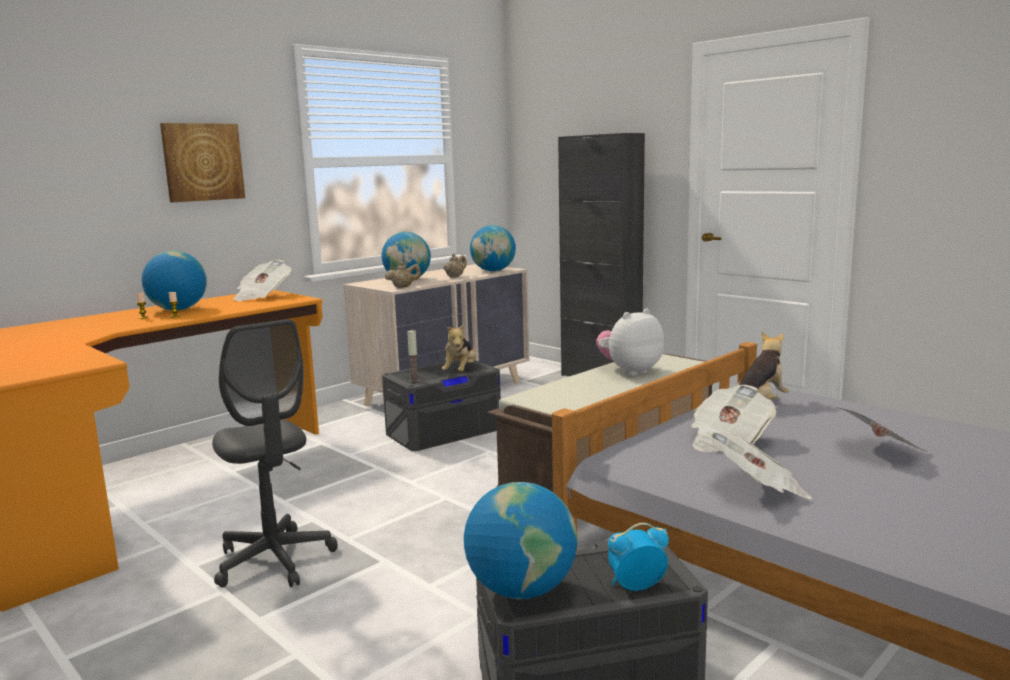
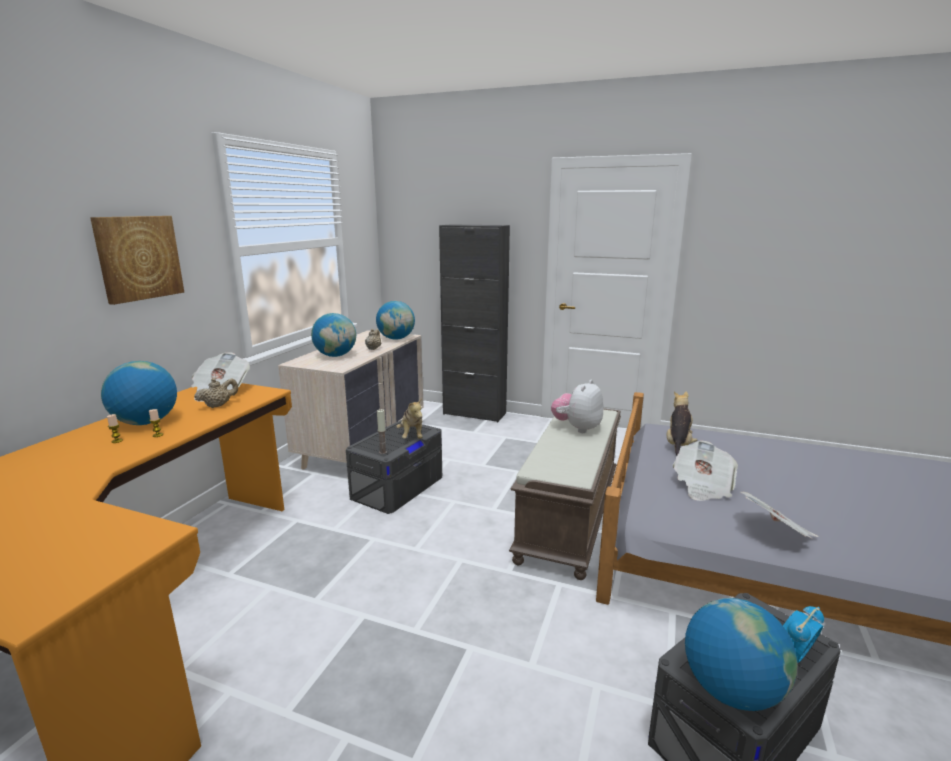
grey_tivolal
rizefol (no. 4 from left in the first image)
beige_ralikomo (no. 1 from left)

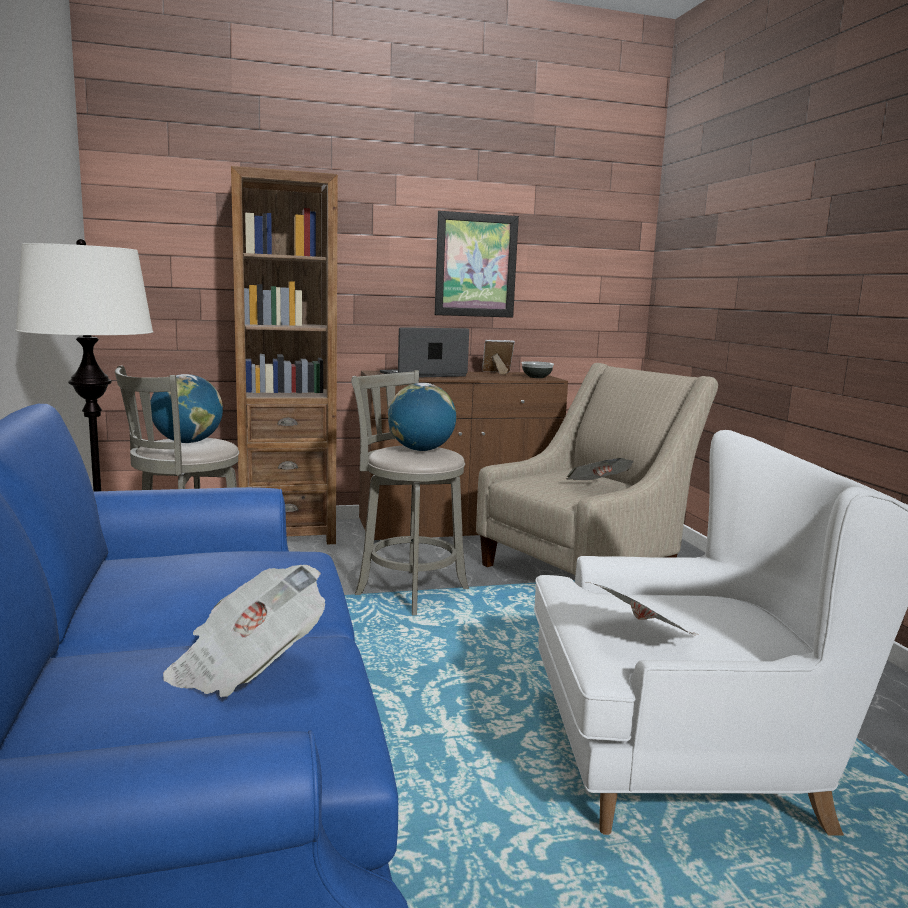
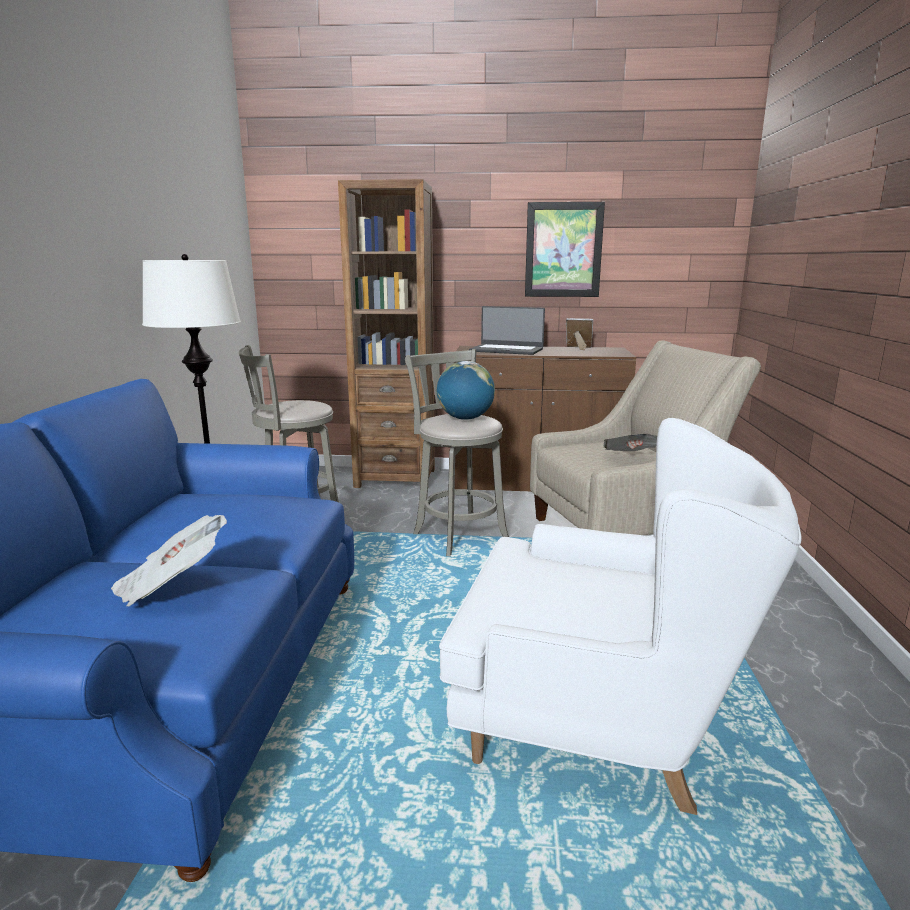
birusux (no. 1 from left in the first image)
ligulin
rizefol (no. 3 from left in the first image)
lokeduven

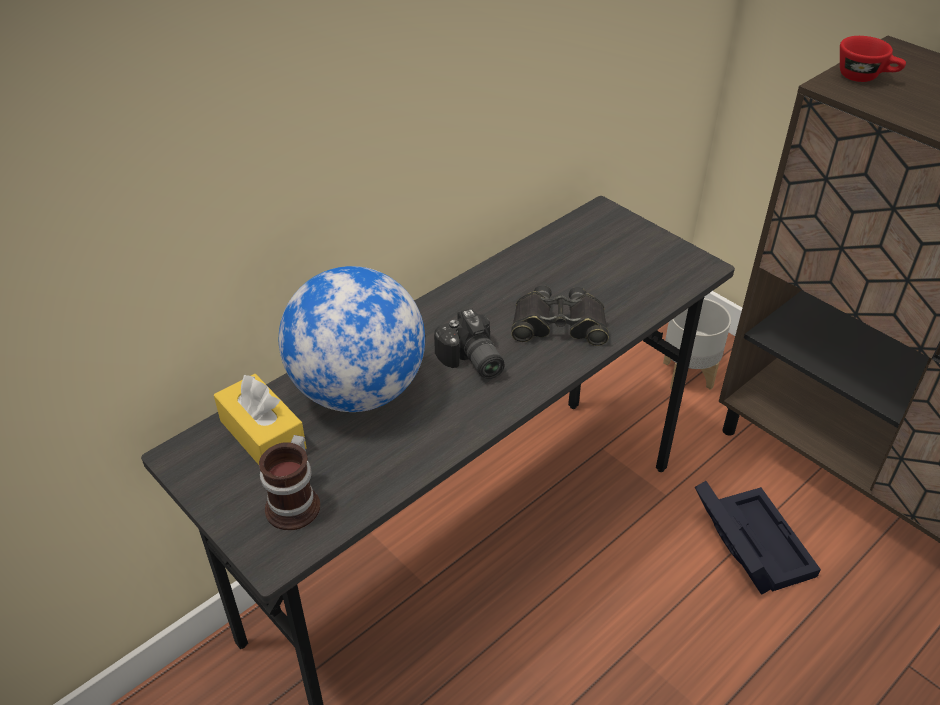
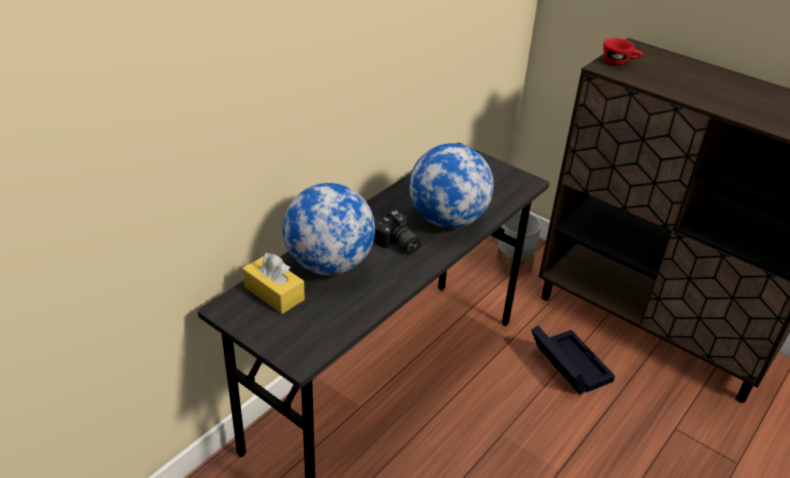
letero
birusux (no. 2 from left)

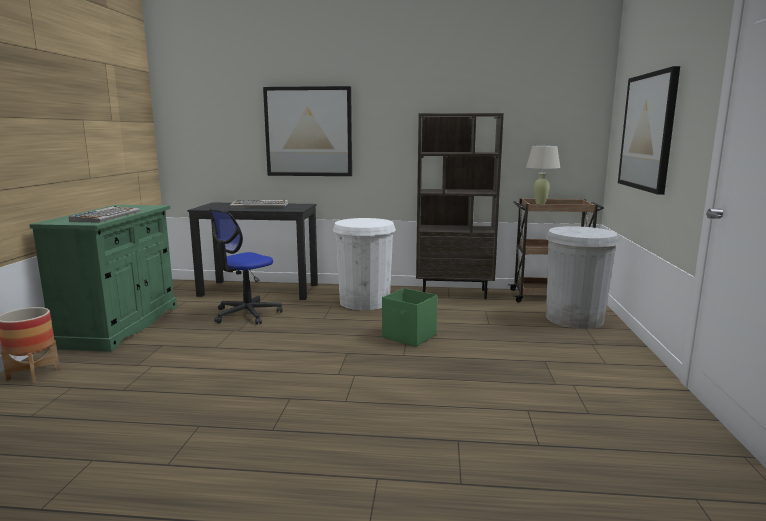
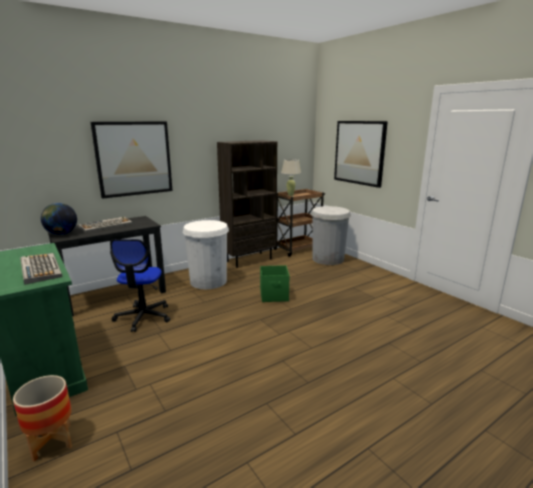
birusux

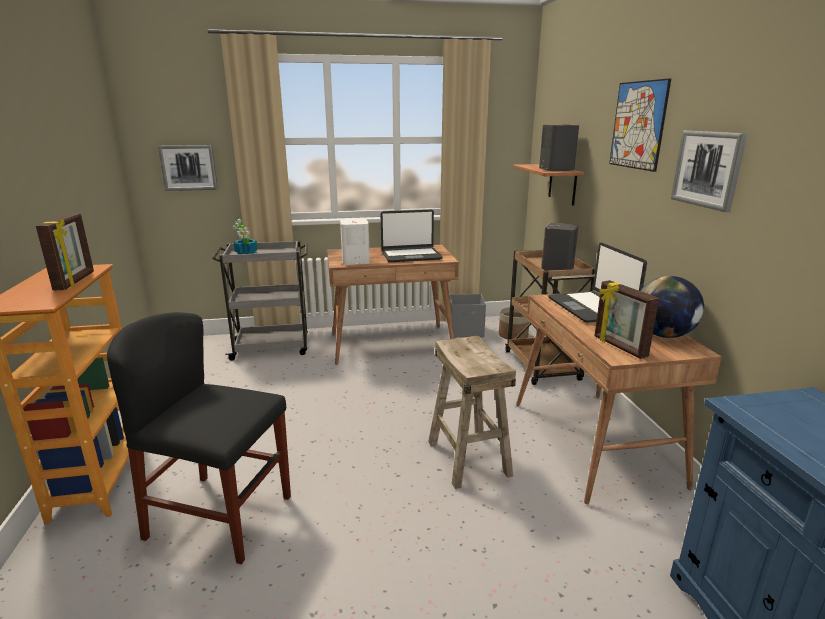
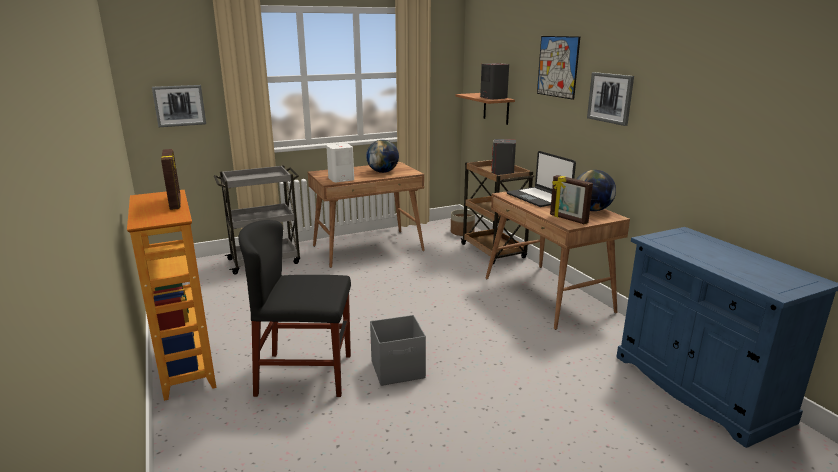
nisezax
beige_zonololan
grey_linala
birusux (no. 1 from left)

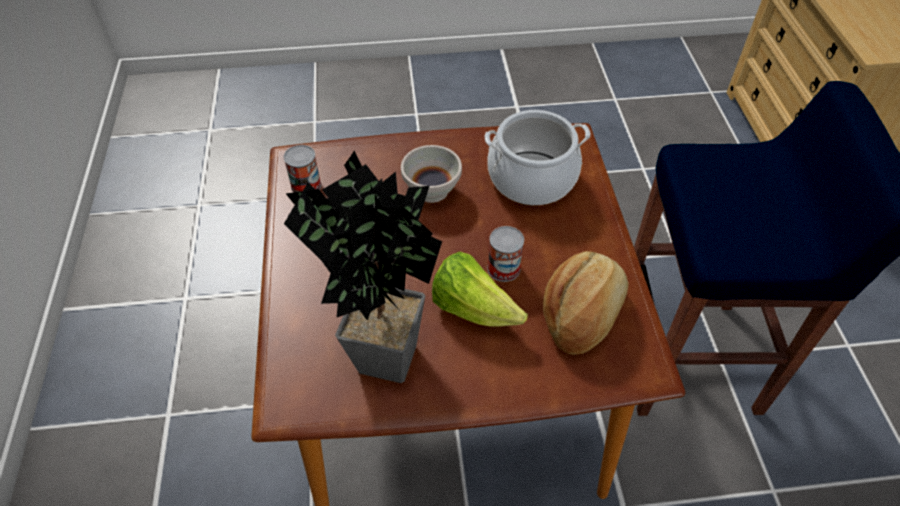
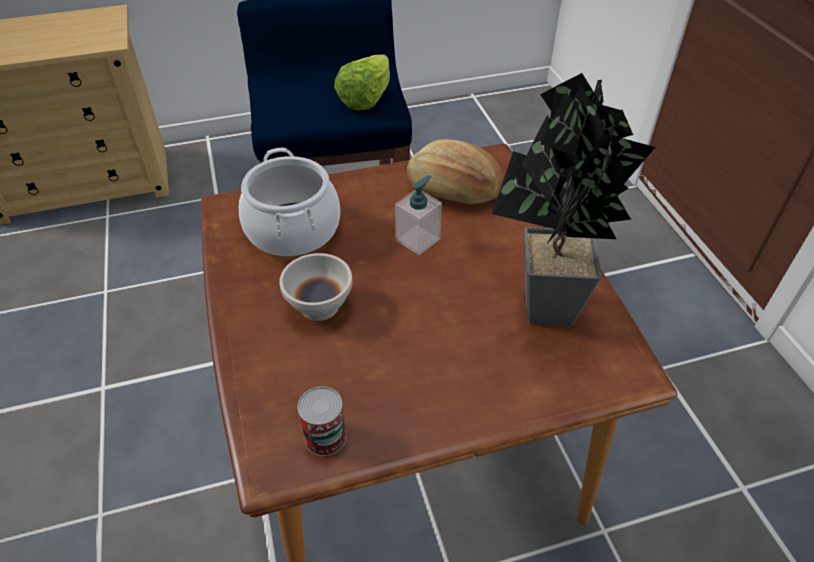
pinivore
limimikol

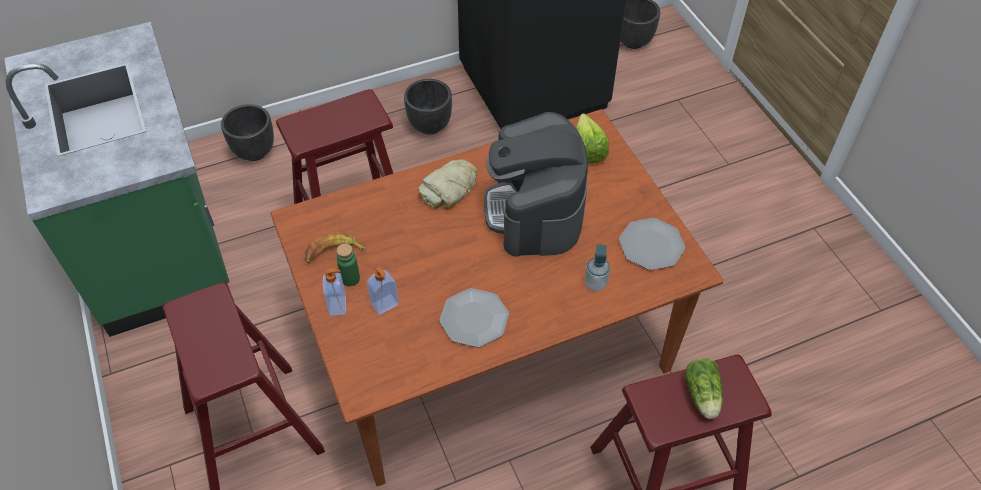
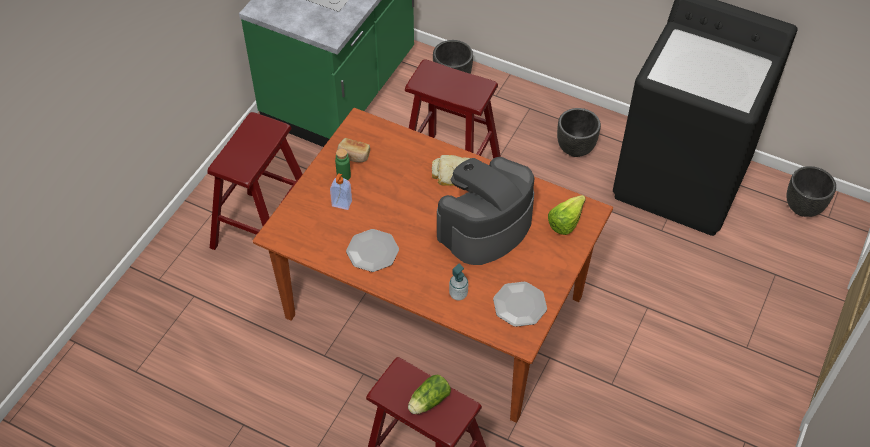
limimikol (no. 1 from left in the first image)
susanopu (no. 1 from left)

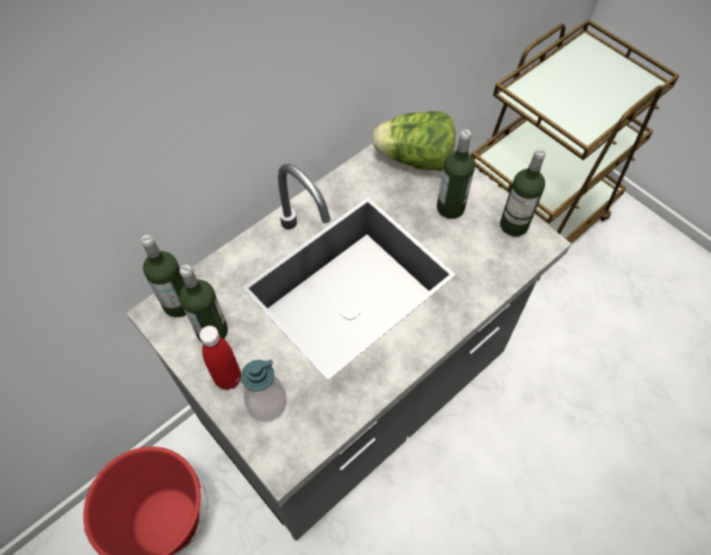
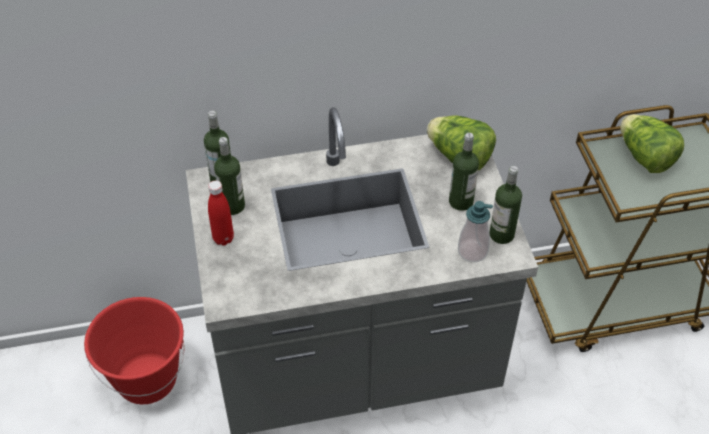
pinivore (no. 2 from left)
limimikol

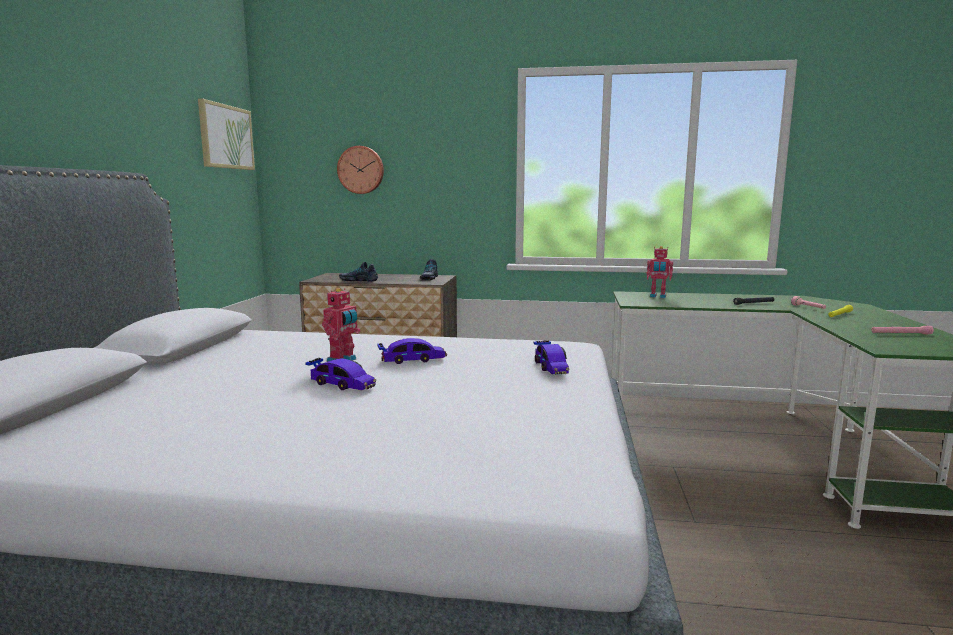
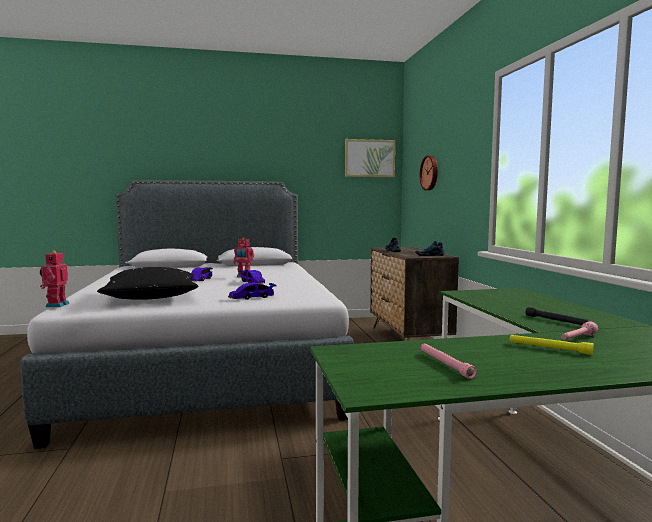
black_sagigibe
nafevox (no. 1 from left)

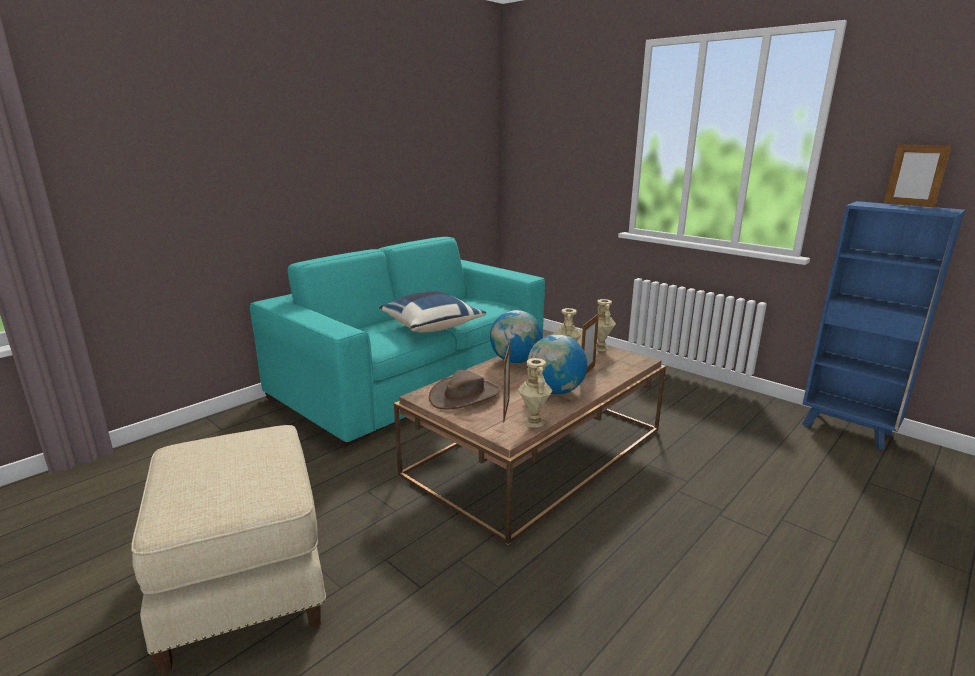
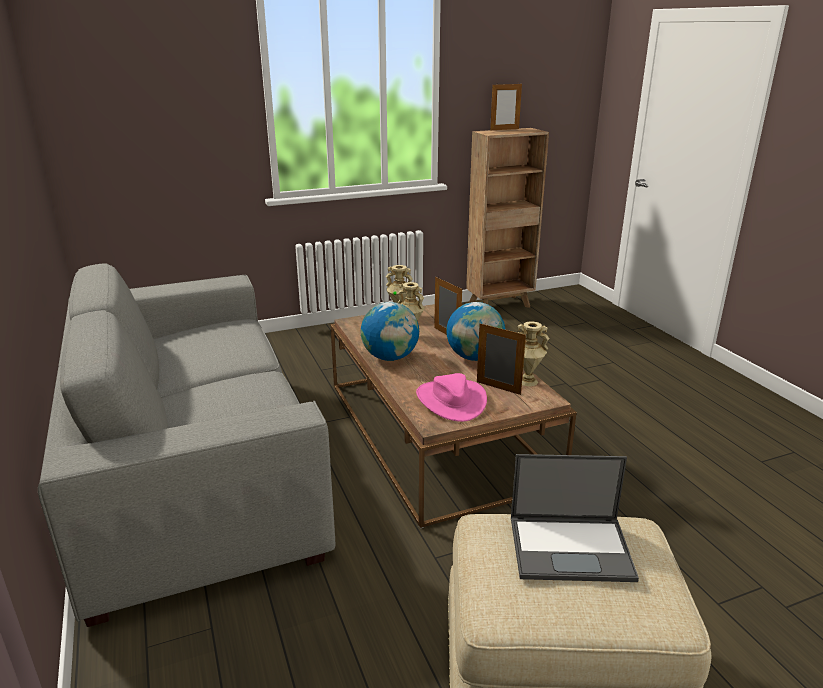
blue_sagigibe
lokeduven
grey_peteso
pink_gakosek
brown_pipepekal

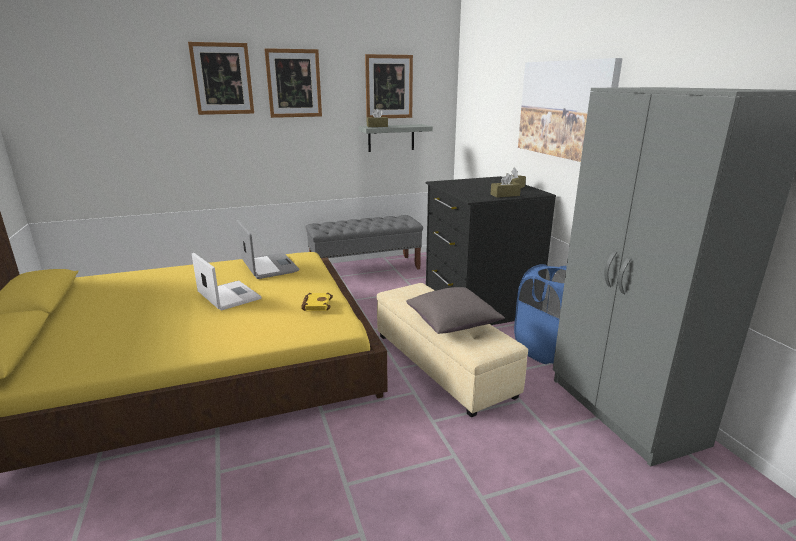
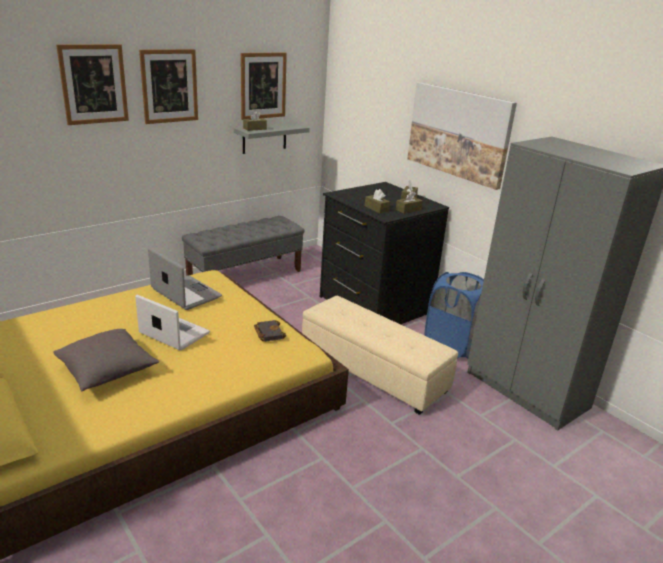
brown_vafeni (no. 2 from left)
grey_sagigibe
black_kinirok

